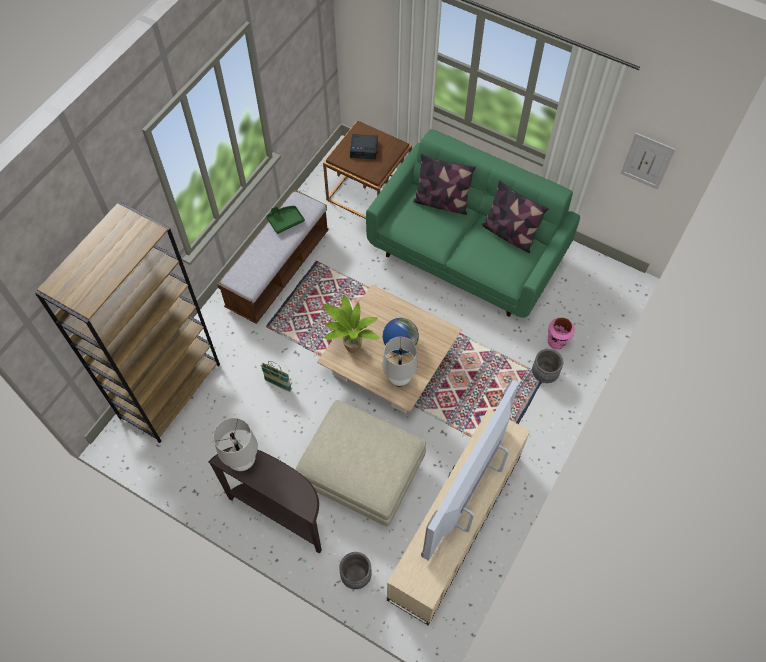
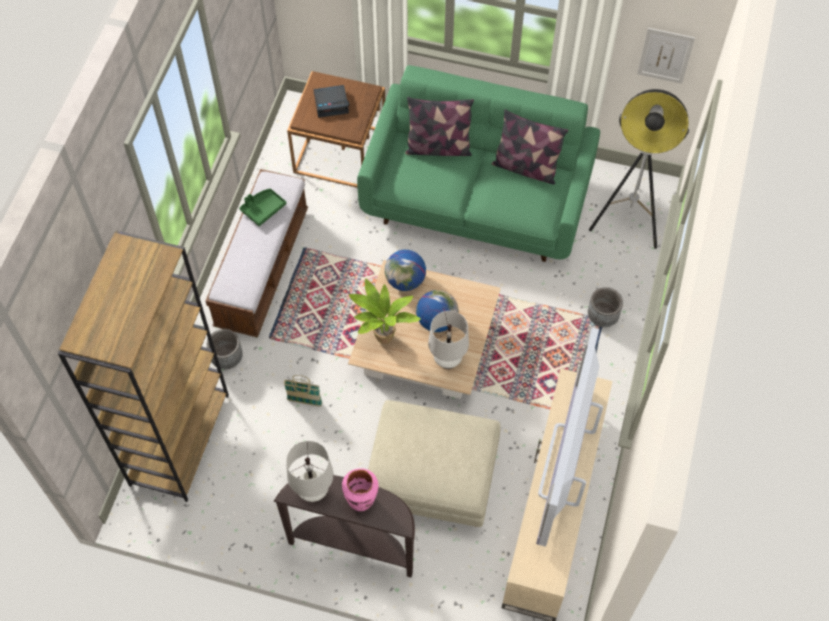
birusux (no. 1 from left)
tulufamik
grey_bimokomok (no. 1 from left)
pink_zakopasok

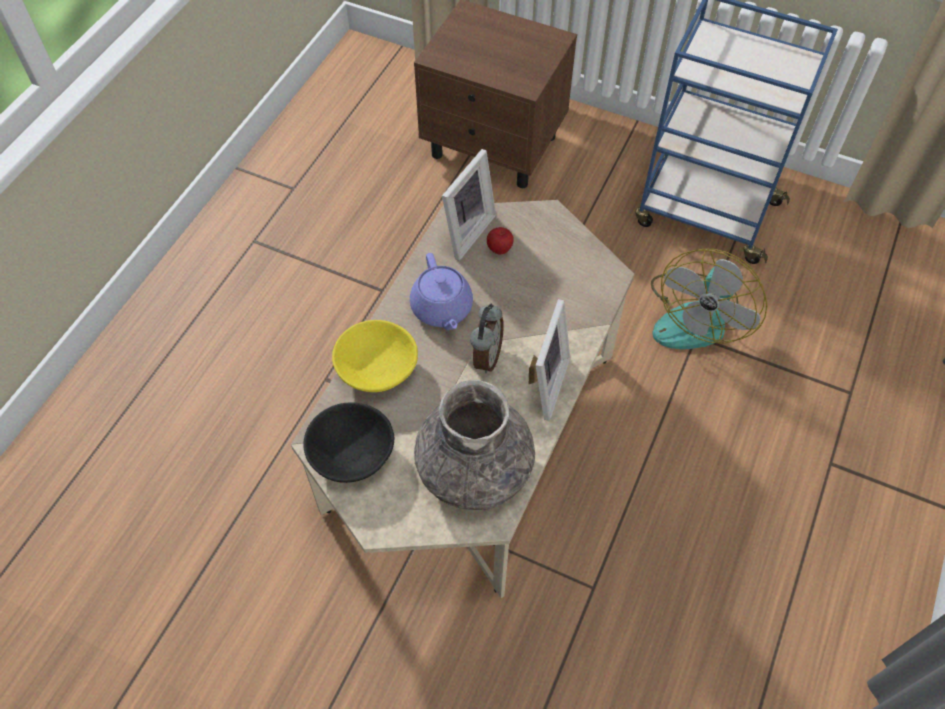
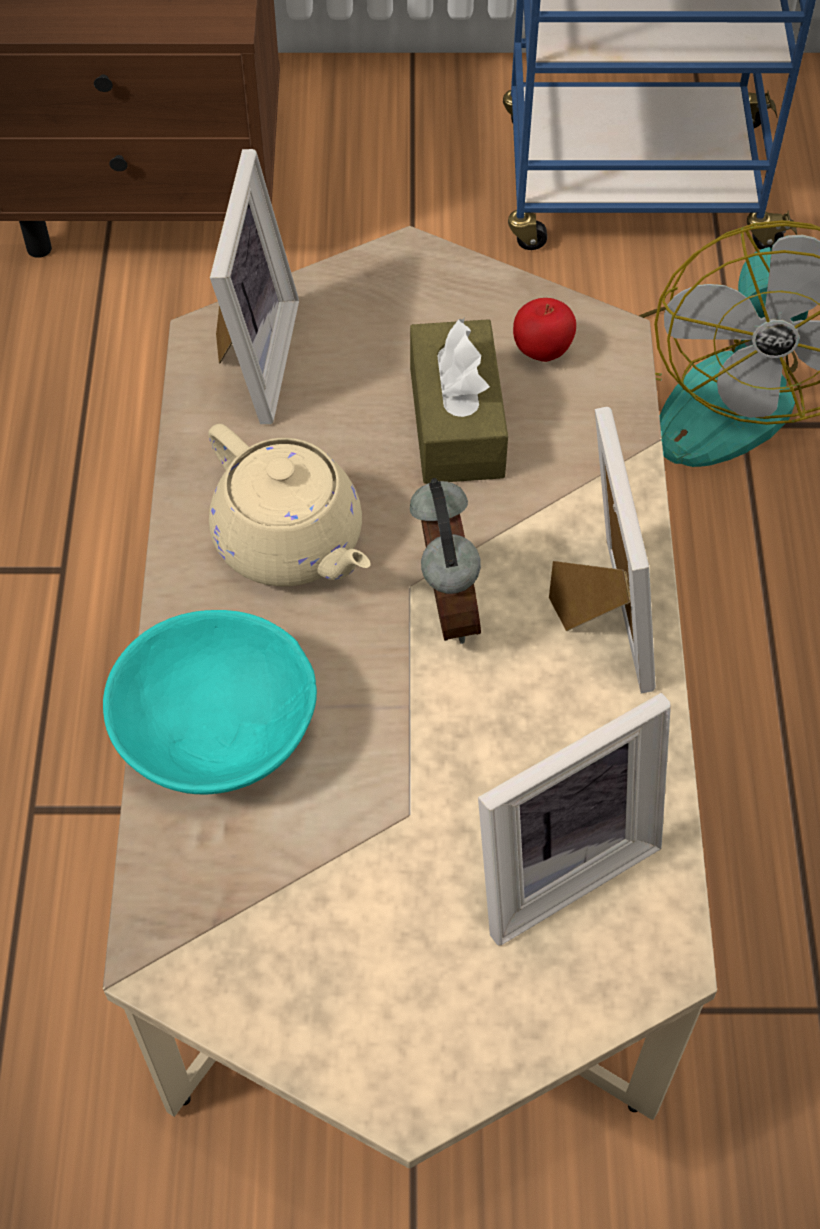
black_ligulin
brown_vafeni
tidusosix
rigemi (no. 2 from left)
turquoise_ligulin
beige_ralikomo

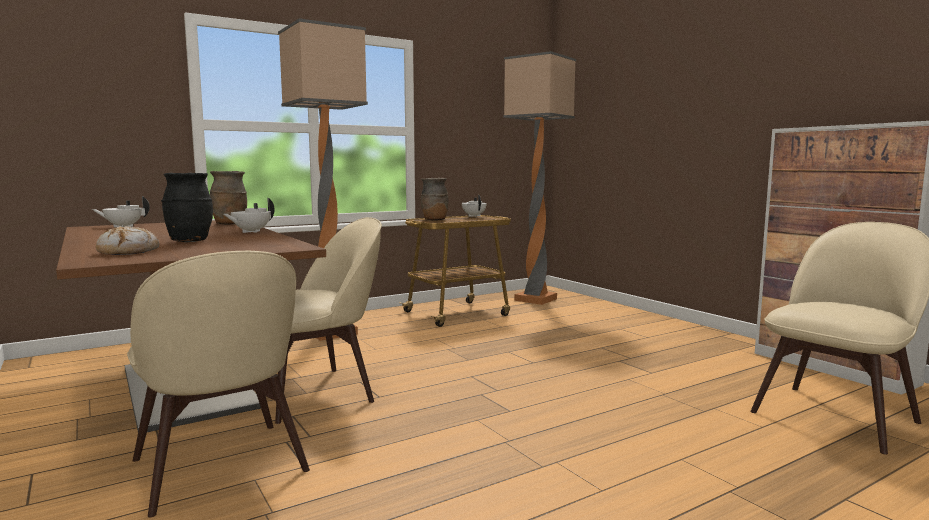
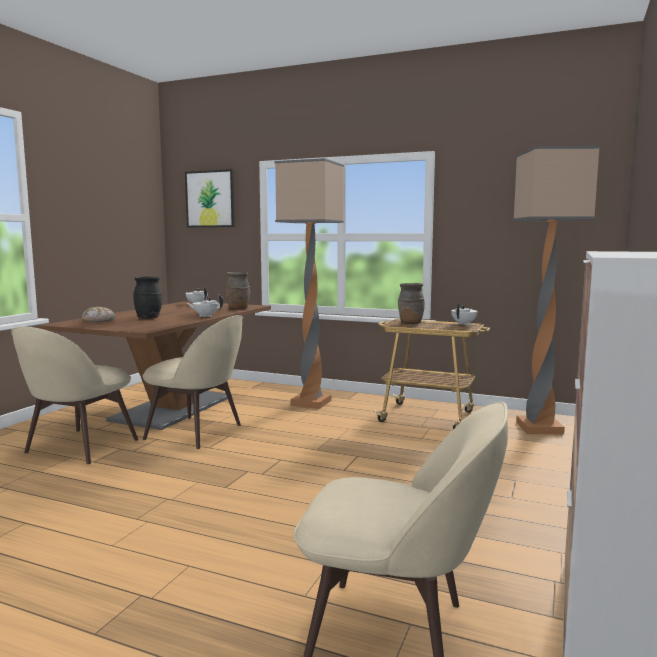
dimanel

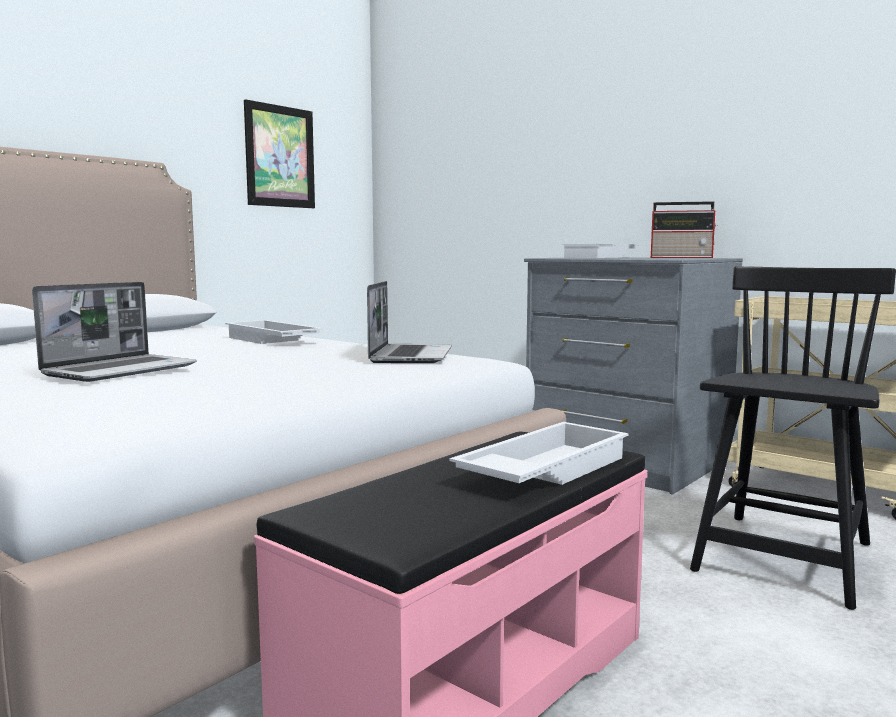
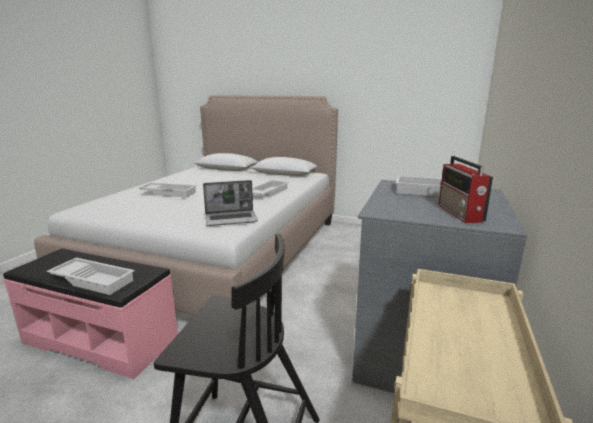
dimanel
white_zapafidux (no. 2 from left)

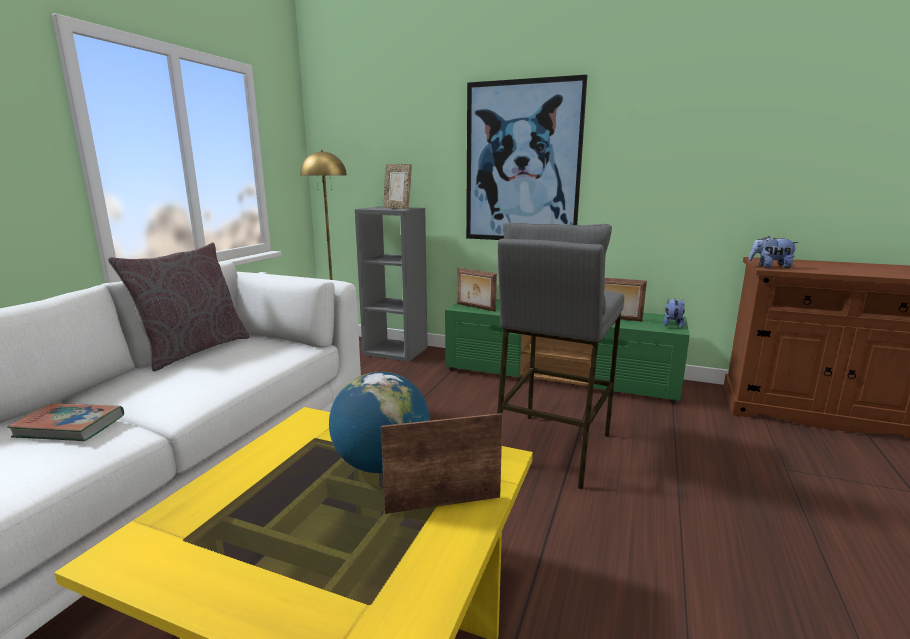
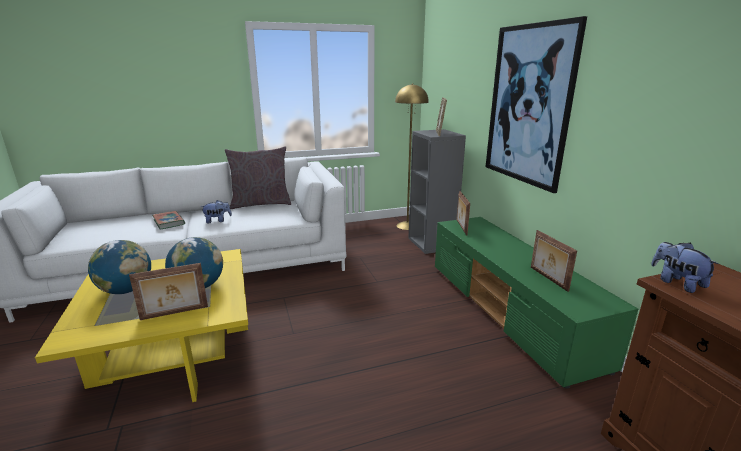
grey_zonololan
birusux (no. 1 from left)
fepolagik (no. 1 from left)
rigemi (no. 1 from left)

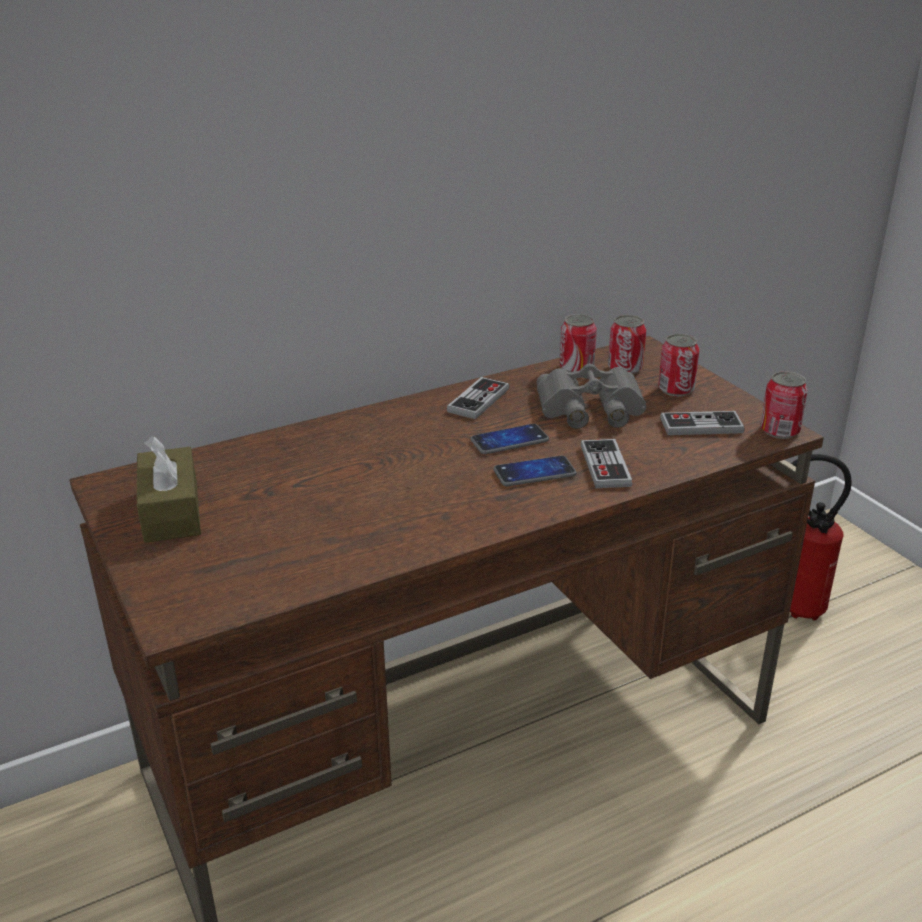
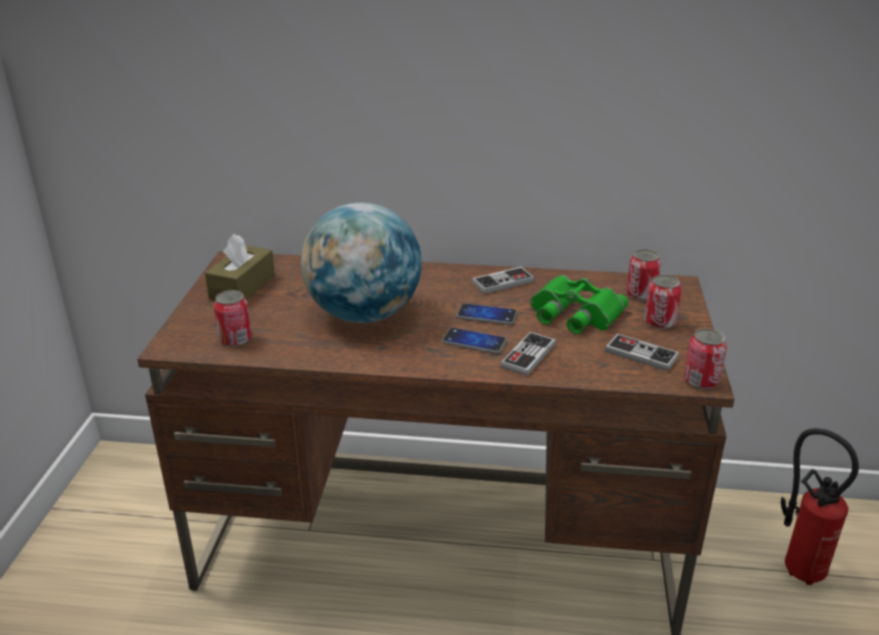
birusux
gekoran (no. 1 from left)
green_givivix

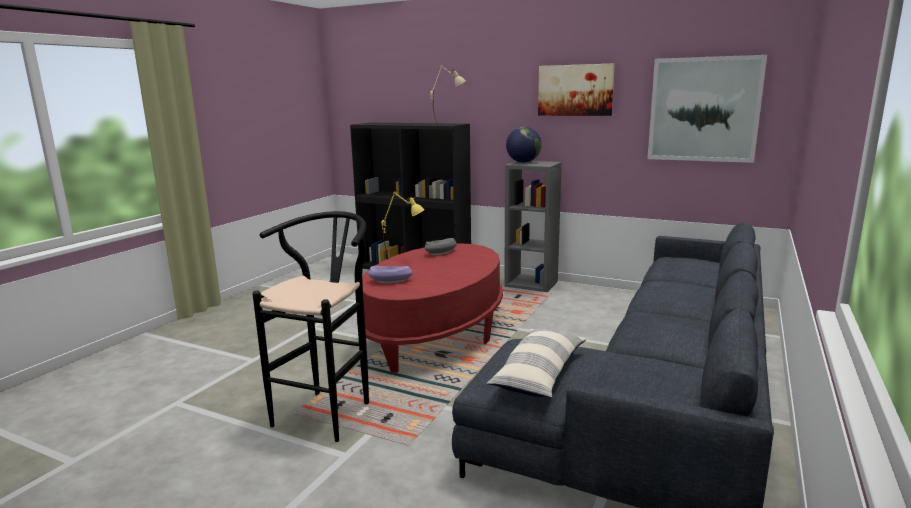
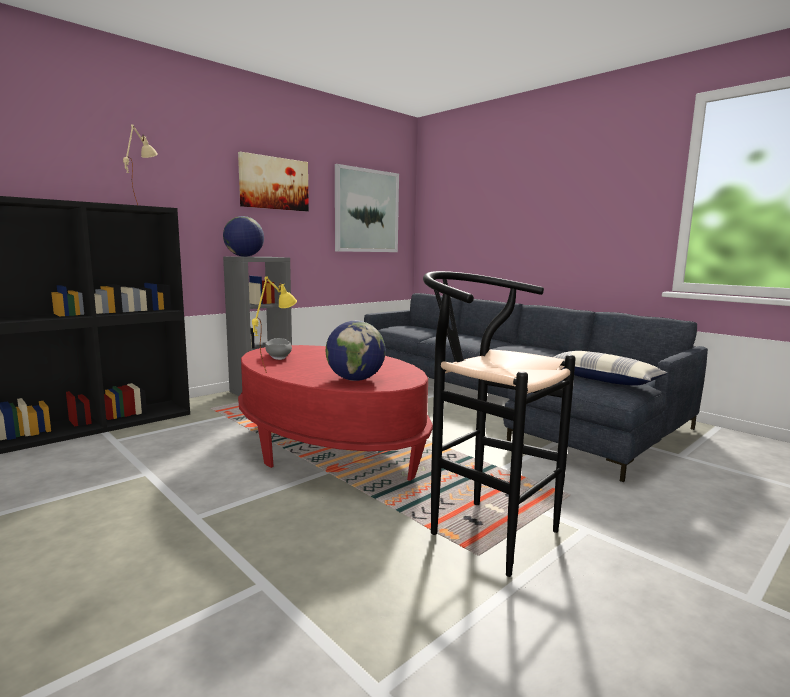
birusux (no. 2 from left)

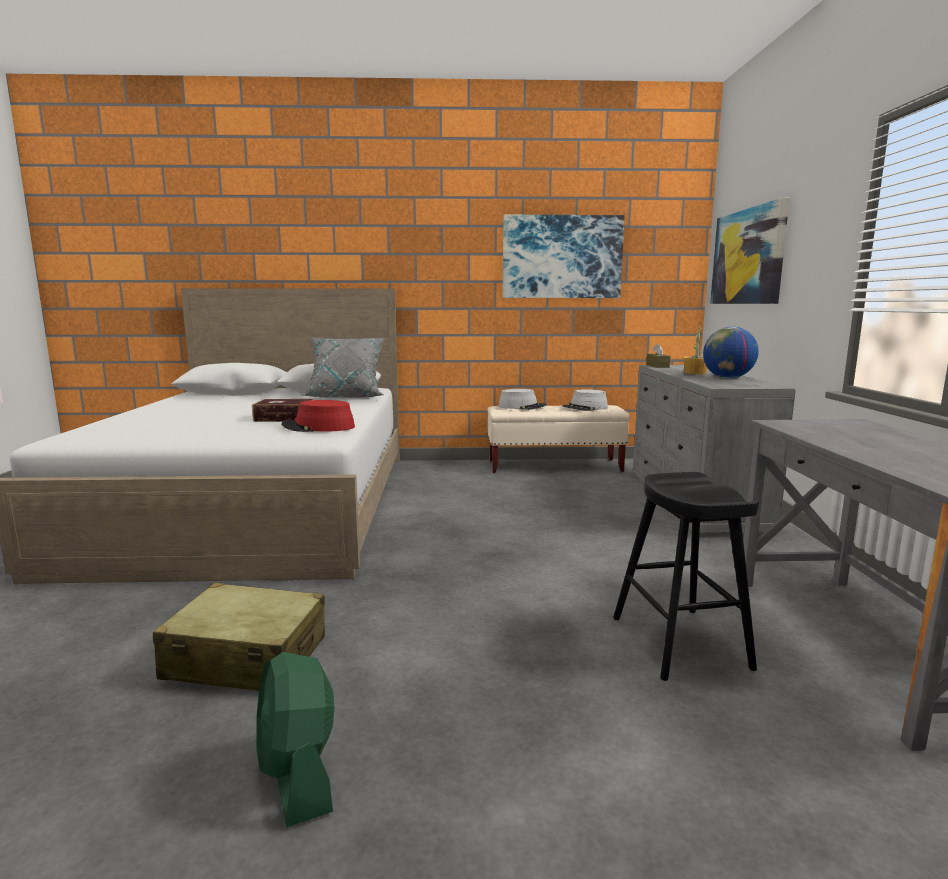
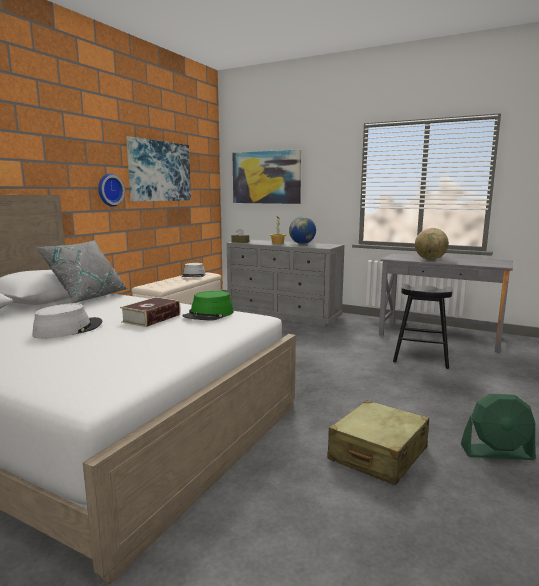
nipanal
birusux (no. 2 from left)
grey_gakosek (no. 1 from left)
green_gakosek

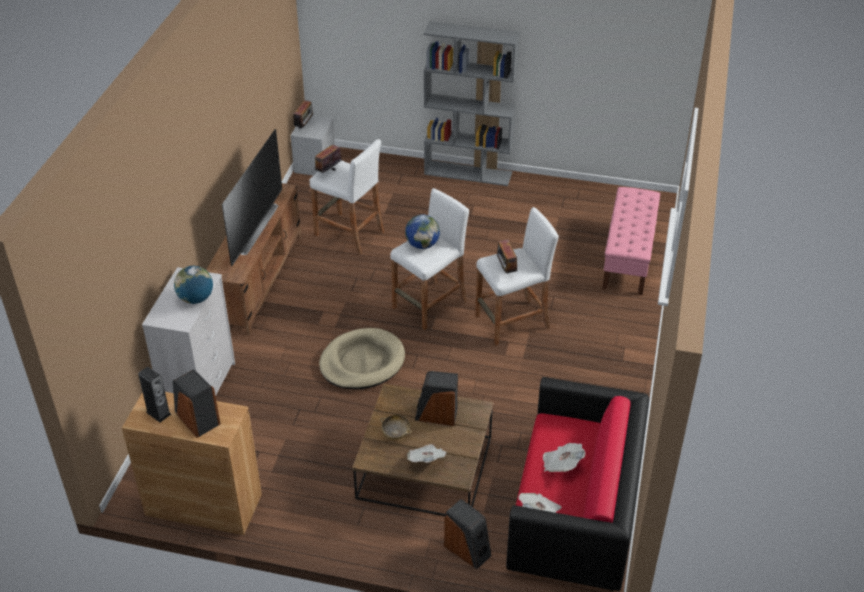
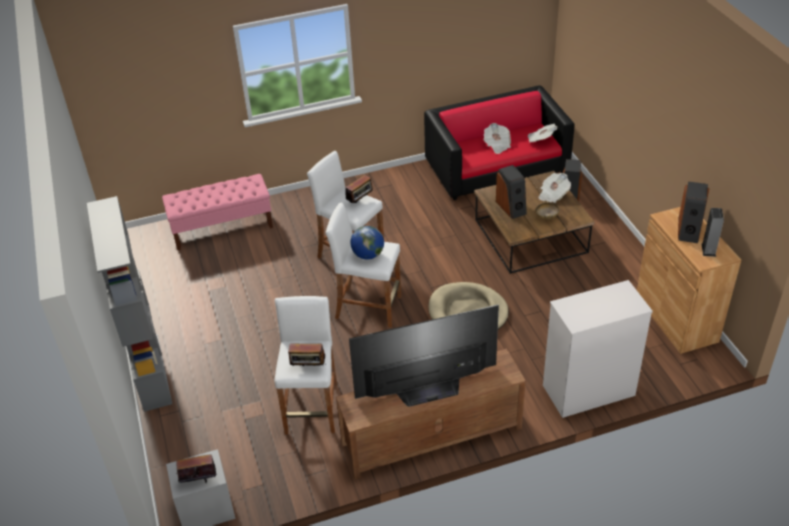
birusux (no. 1 from left in the first image)

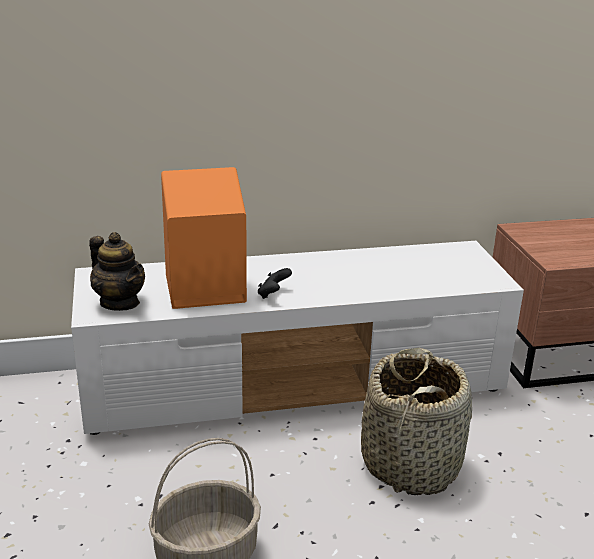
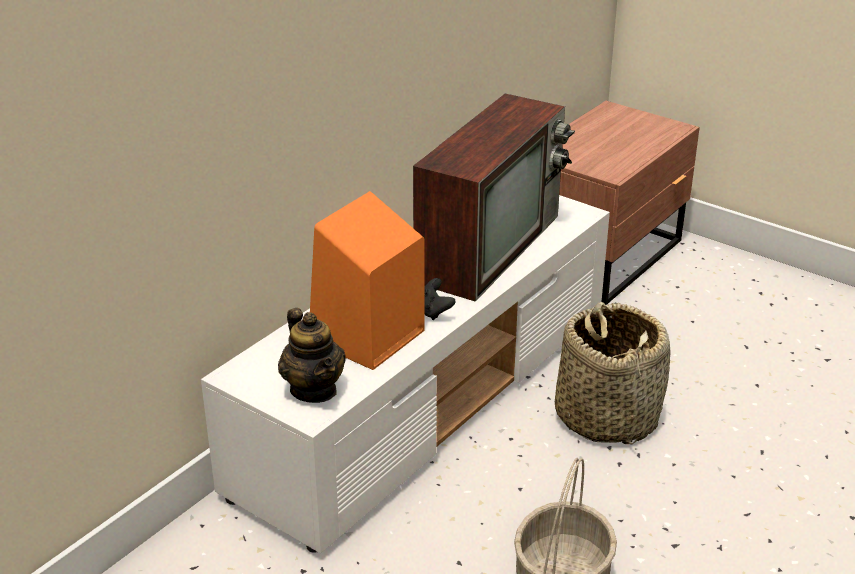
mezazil
ralikomo

